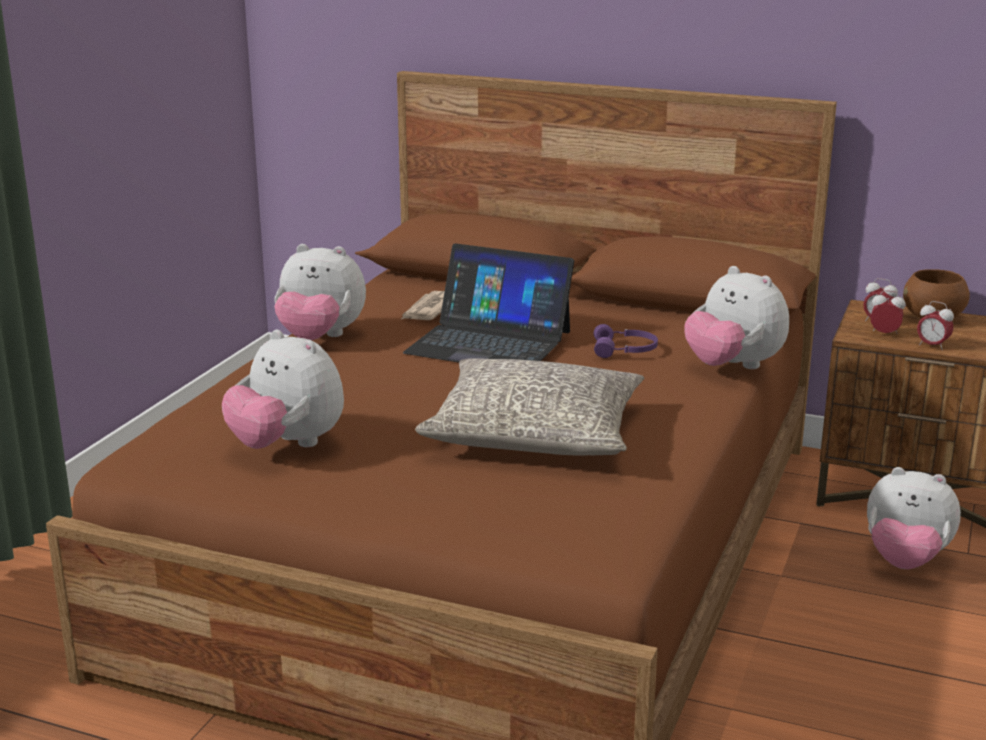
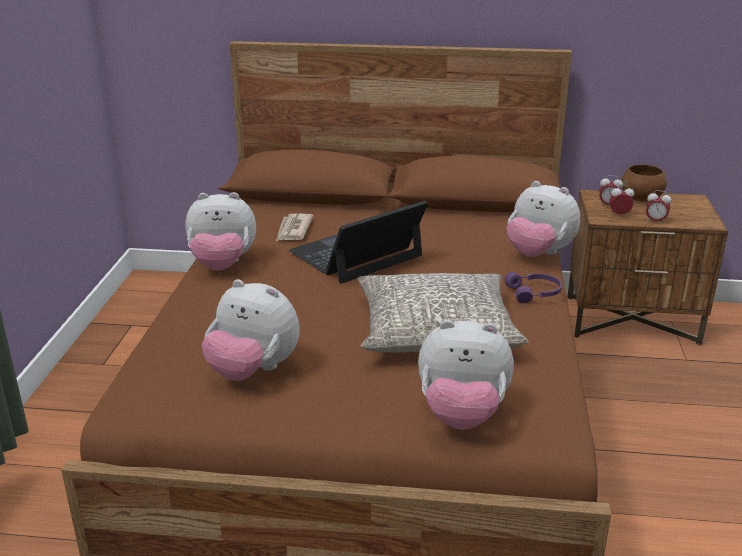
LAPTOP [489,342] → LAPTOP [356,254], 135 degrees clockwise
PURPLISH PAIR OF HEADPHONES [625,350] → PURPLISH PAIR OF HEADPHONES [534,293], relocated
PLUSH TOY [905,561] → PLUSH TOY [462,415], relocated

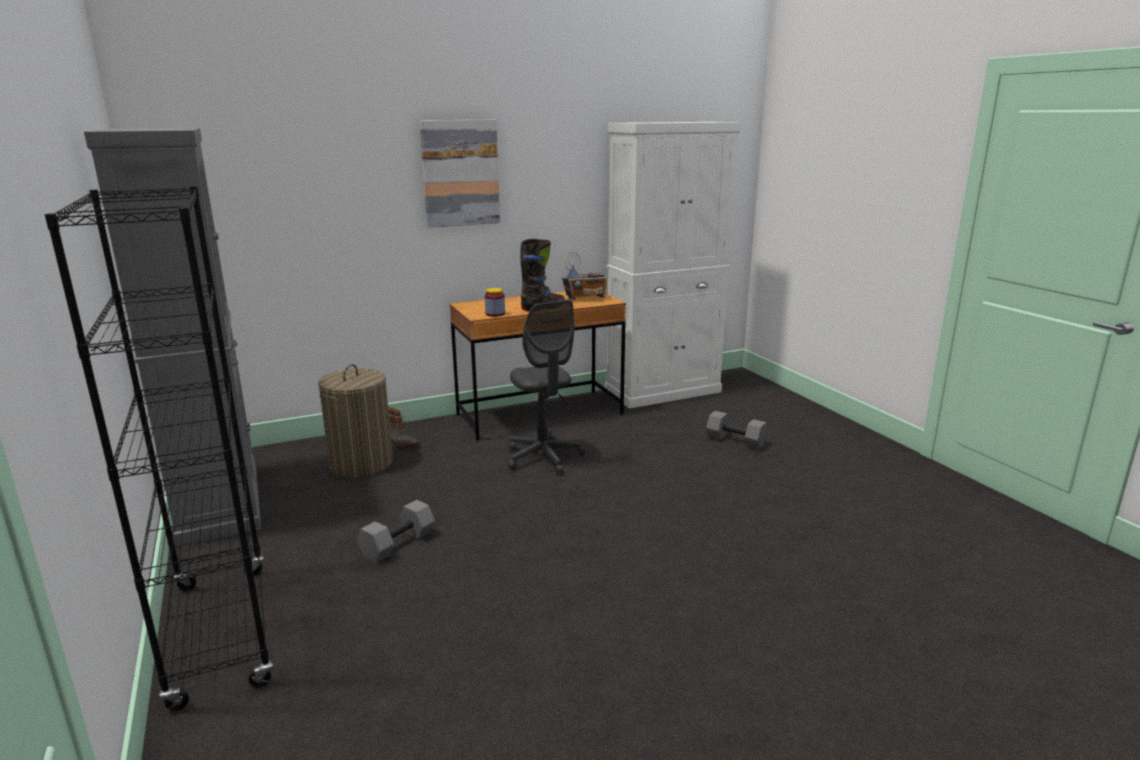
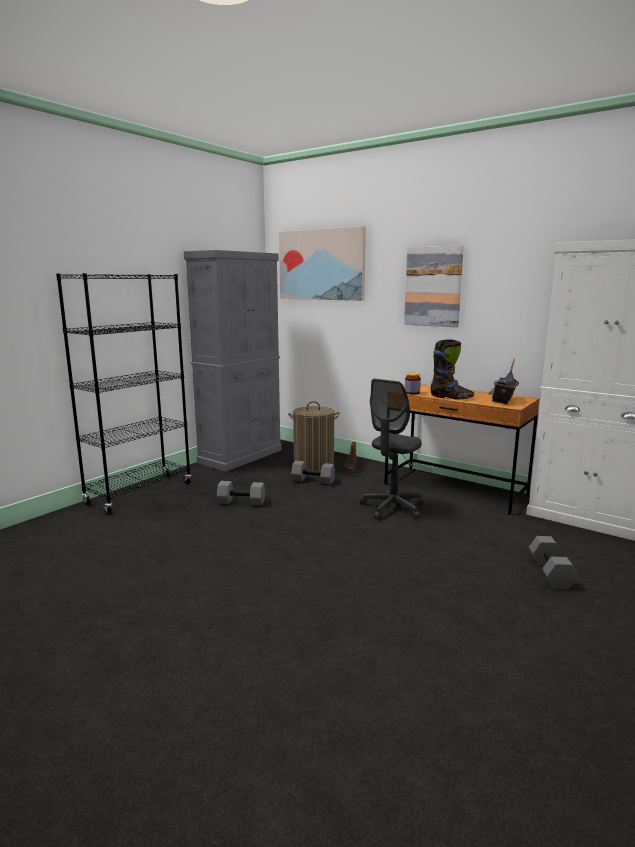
RADIO RECEIVER [585,298] → RADIO RECEIVER [503,401], 75 degrees clockwise
- → WALL ART [321,264]
- → GREYISH DUMBBELL [313,480]

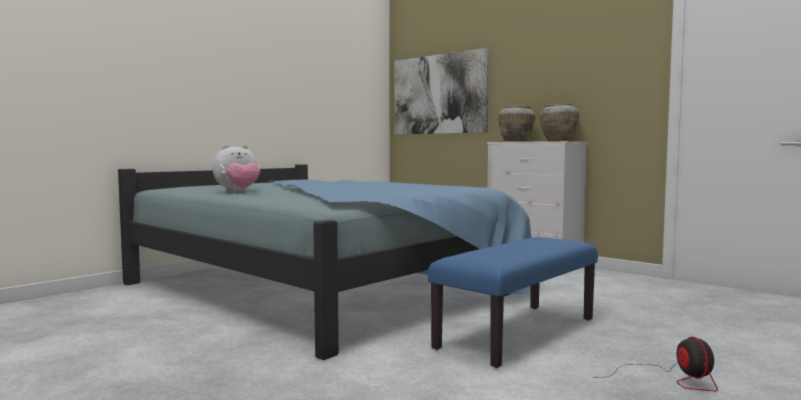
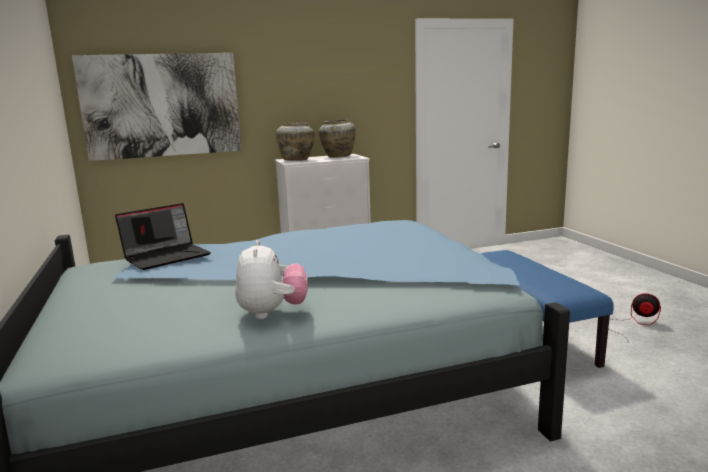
- → LAPTOP [167,256]

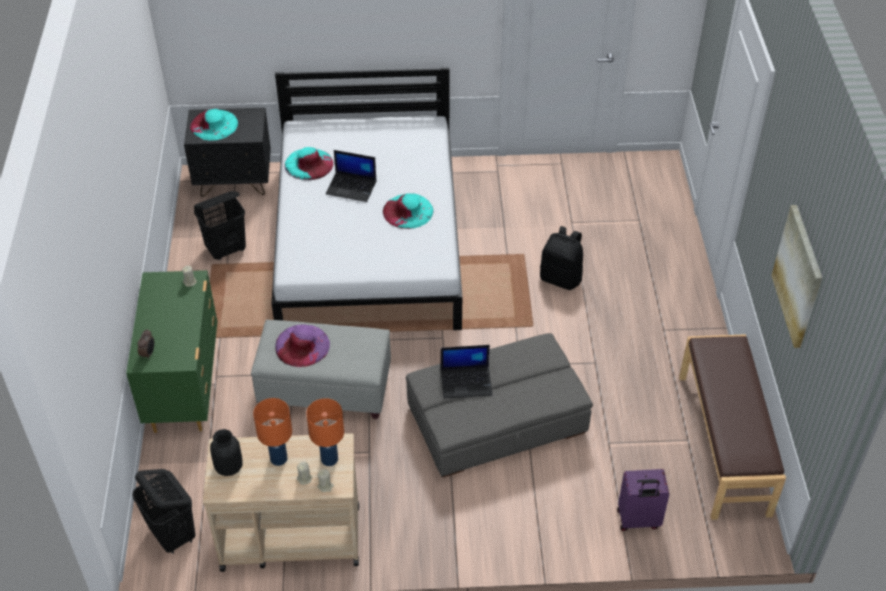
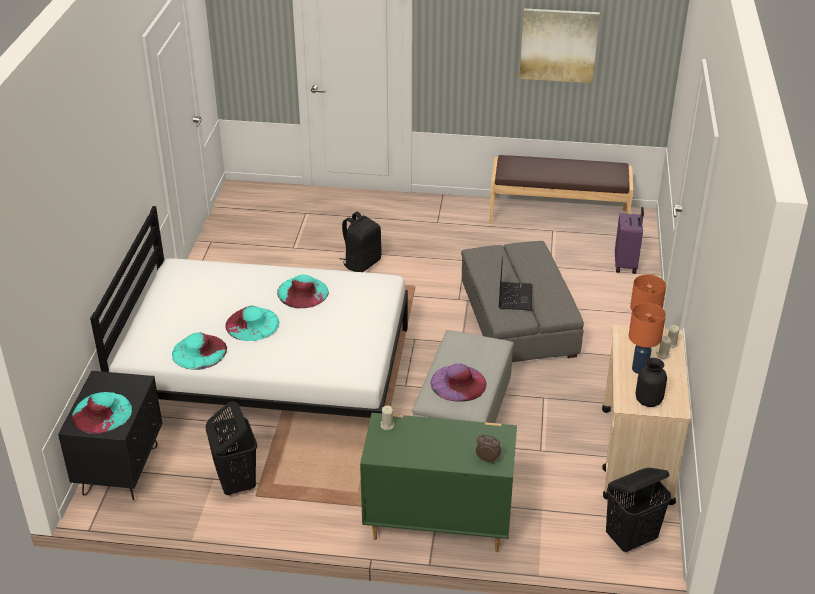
LAPTOP [352,187] → BLUE-GREEN HAT [252,324]

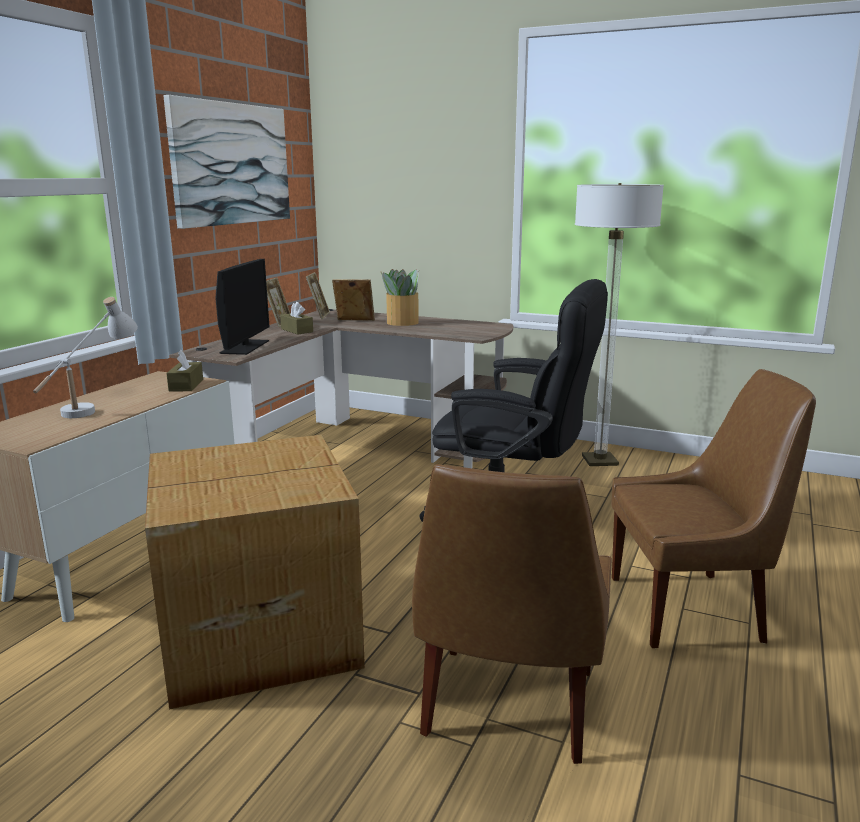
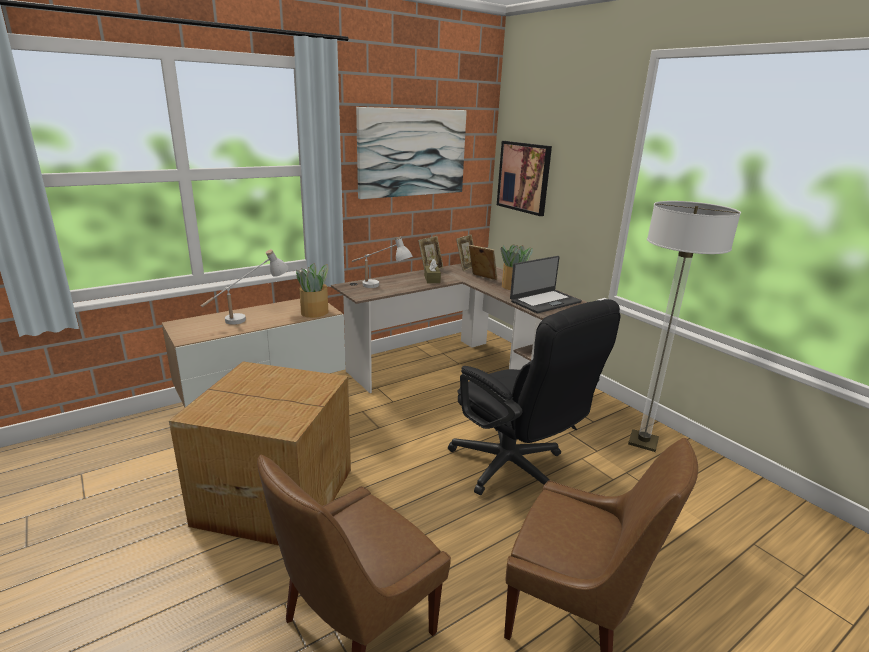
BROWN-COLOURED BOX OF TISSUES [186,385] → HOUSEPLANT [315,312]
COMPUTER DISPLAY [245,347] → WHITE LAMP FOR A TABLE [379,288]
- → WALL ART [524,177]
- → LAPTOP [544,301]

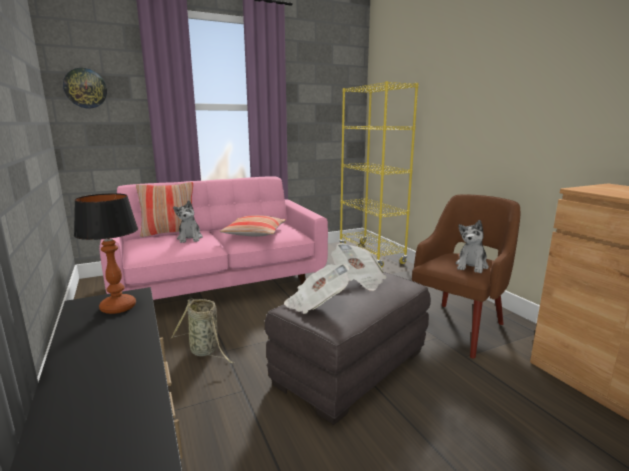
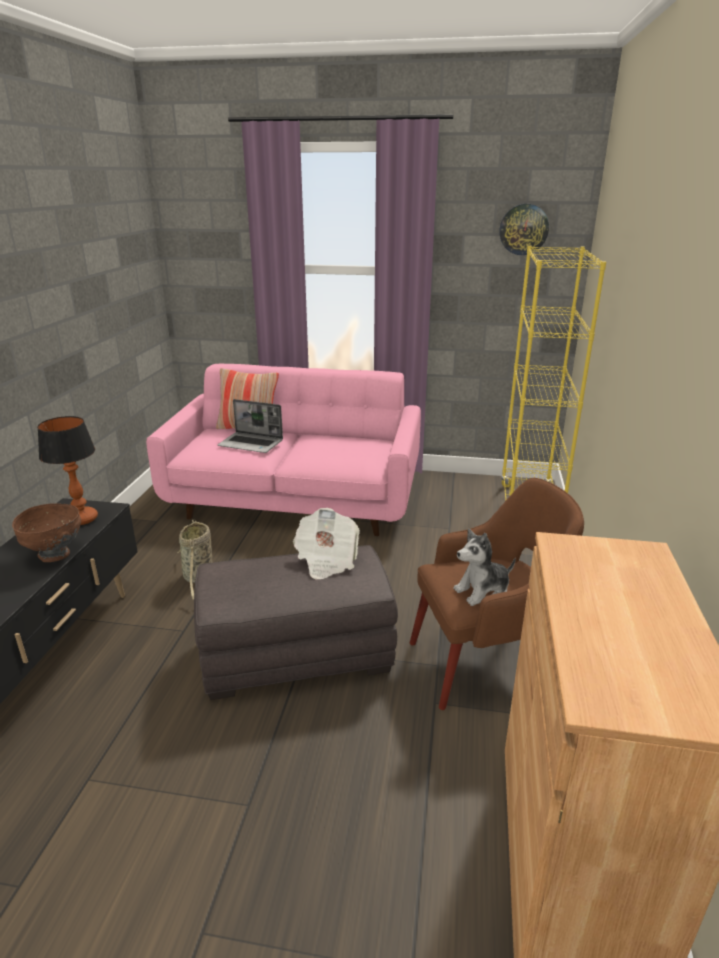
WALL CLOCK [85,88] → WALL CLOCK [523,229], relocated
PLUSH TOY [190,238] → LAPTOP [252,444]
PILLOW [254,233] → -
NEWSPAPER [316,303] → -
- → BROWN-COLOURED BOWL [55,555]

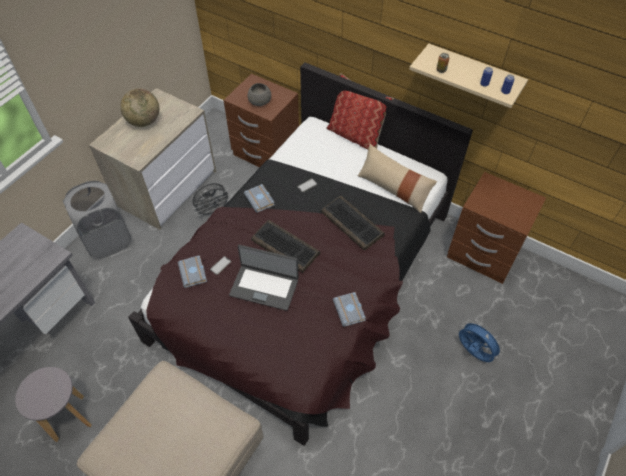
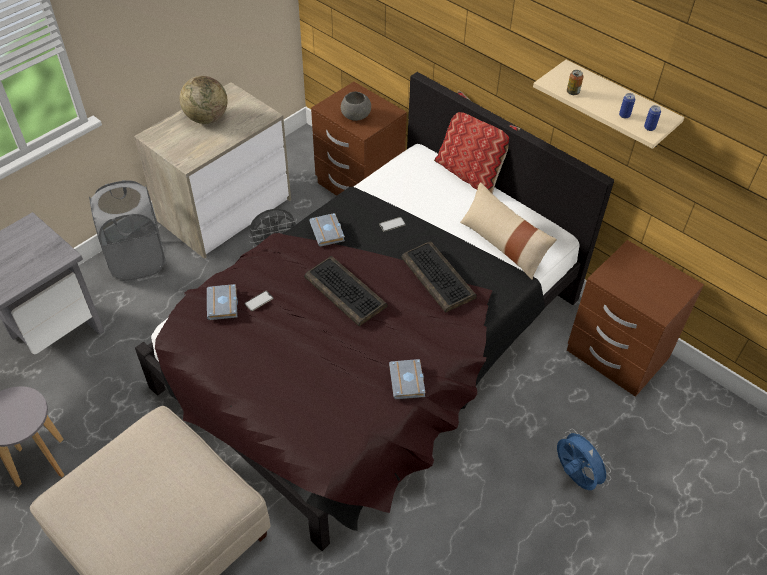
LAPTOP [264,286] → -

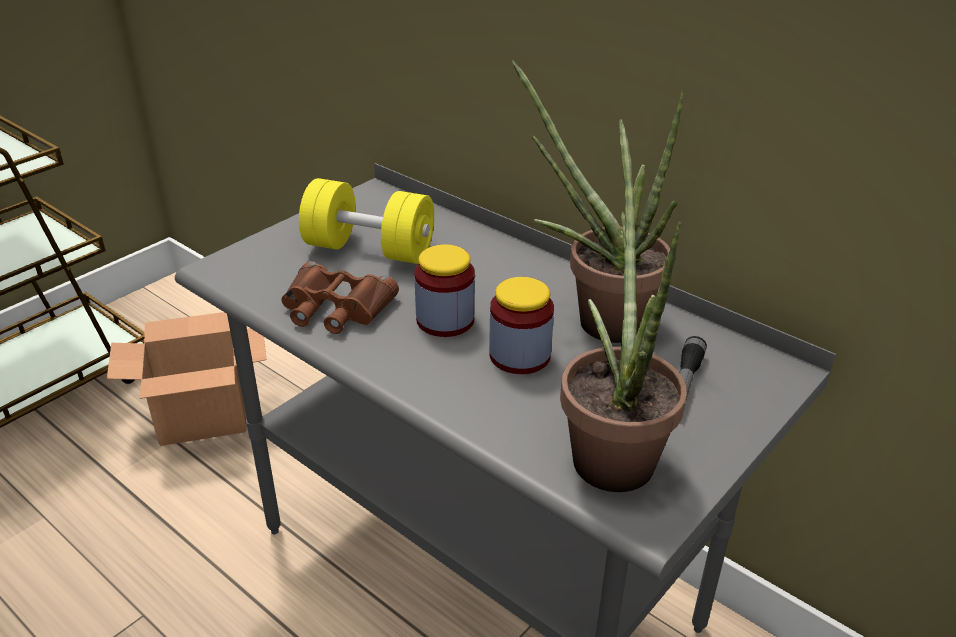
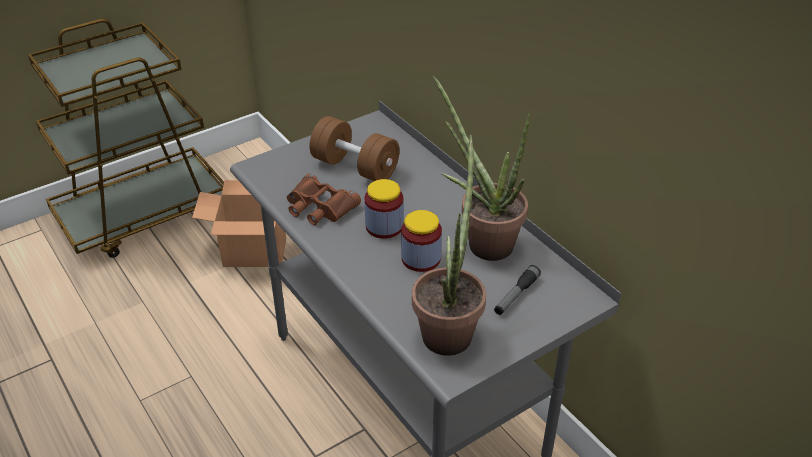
YELLOW DUMBBELL [369,249] → BROWN-COLOURED DUMBBELL [355,167]

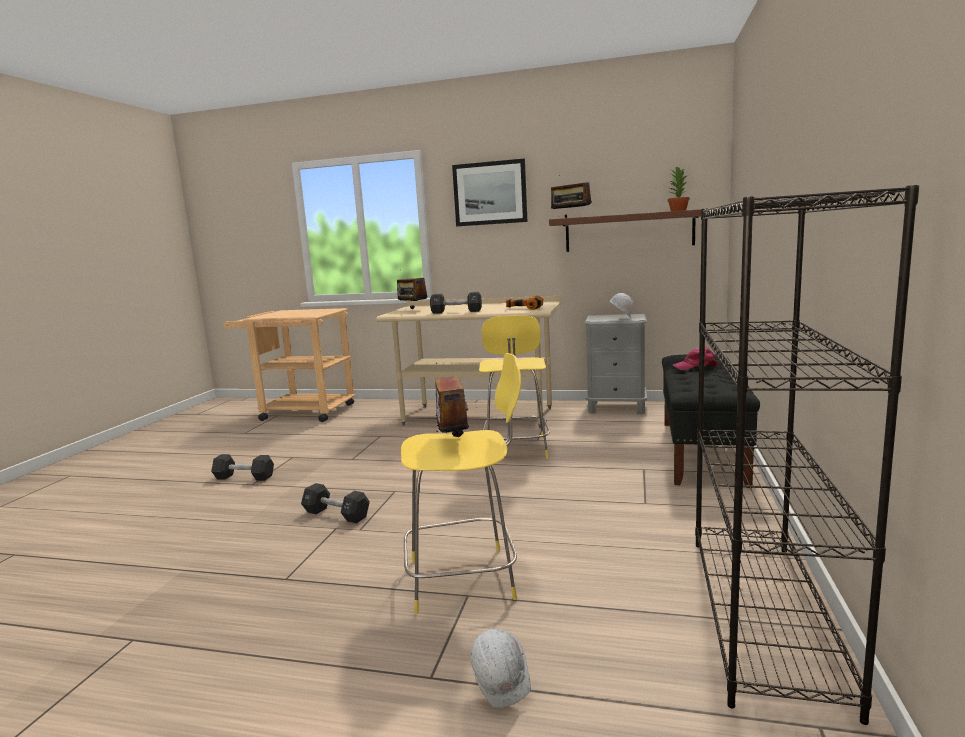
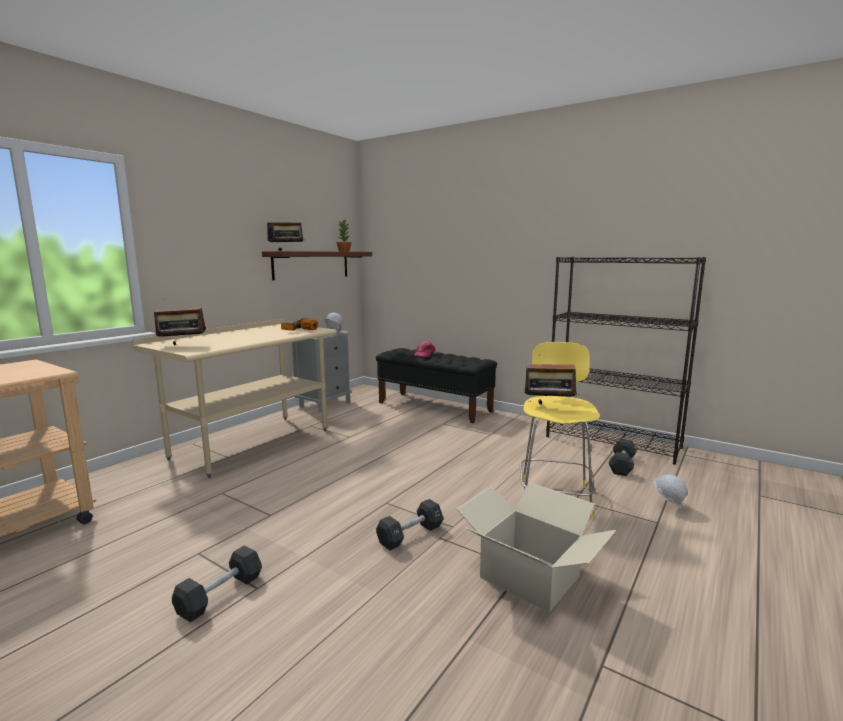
BLACKISH DUMBBELL [456,312] → BLACKISH DUMBBELL [622,465], relocated
WALL ART [490,193] → -
YELLOW STOOL SEAT [516,450] → -
- → CARDBOARD BOX [529,577]

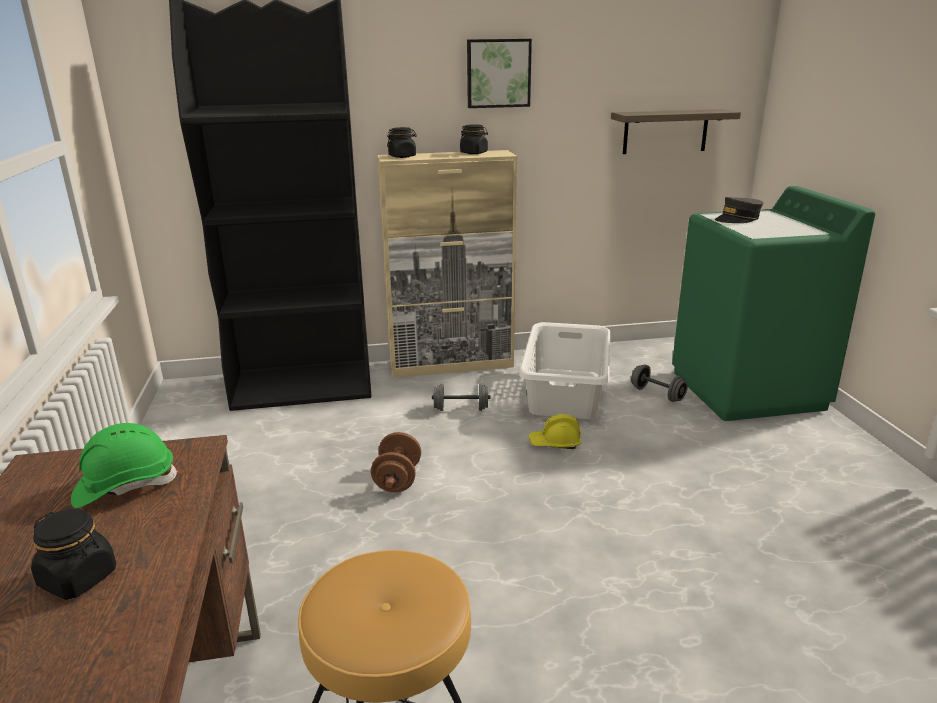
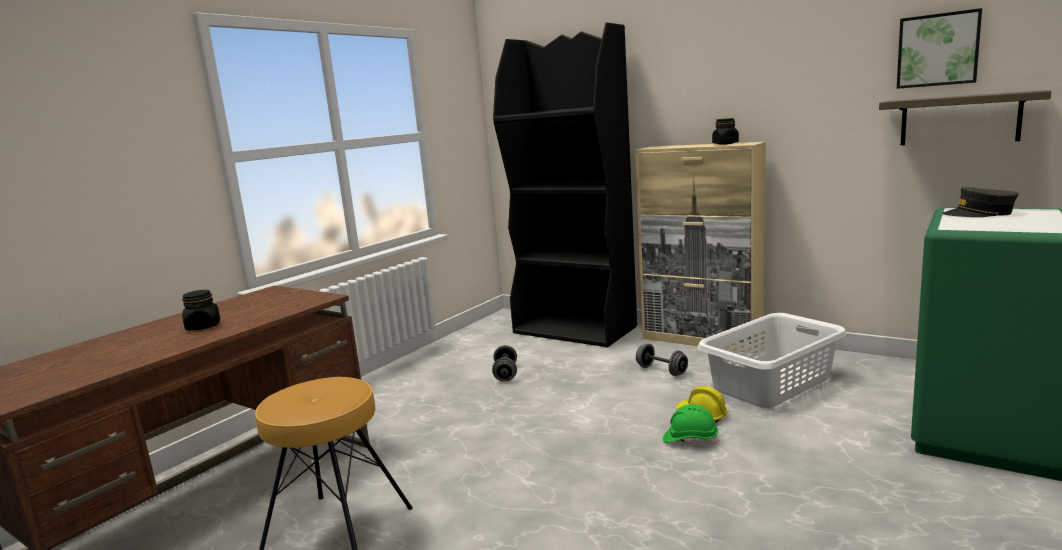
GREEN-COLOURED WORK HELMET [125,486] → GREEN-COLOURED WORK HELMET [690,440], relocated
BROWN-COLOURED DUMBBELL [397,480] → -
BLACKISH JAR [402,156] → -
WALL ART [498,73] → WALL ART [938,50], relocated
GREYISH DUMBBELL [657,394] → GREYISH DUMBBELL [506,374], relocated

